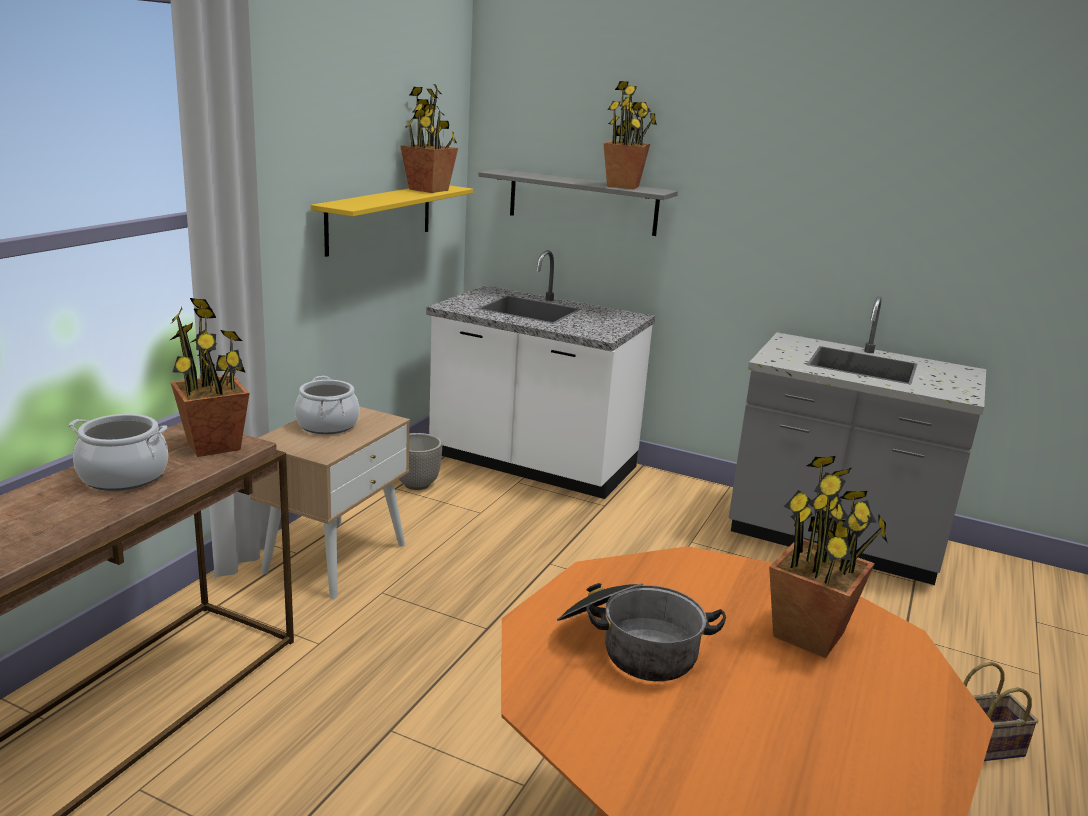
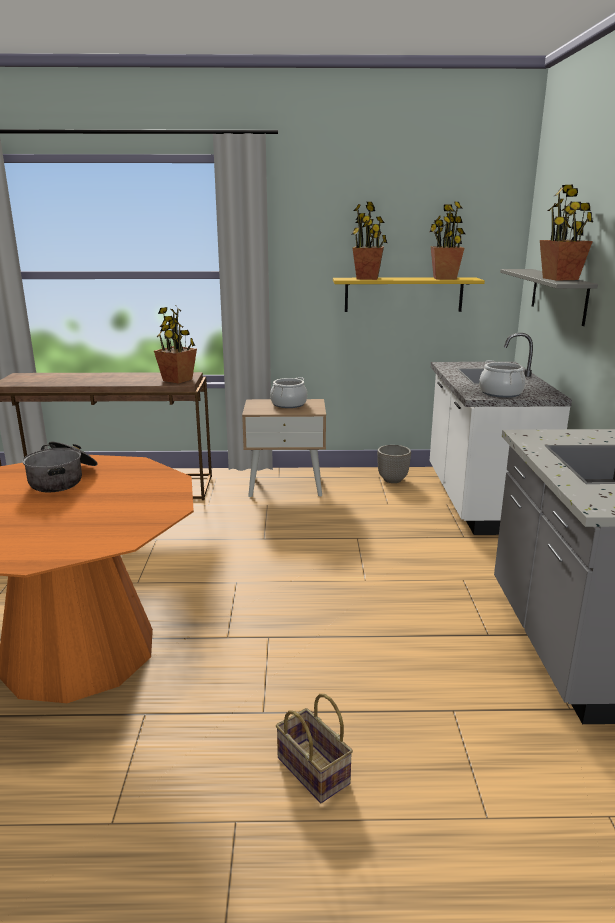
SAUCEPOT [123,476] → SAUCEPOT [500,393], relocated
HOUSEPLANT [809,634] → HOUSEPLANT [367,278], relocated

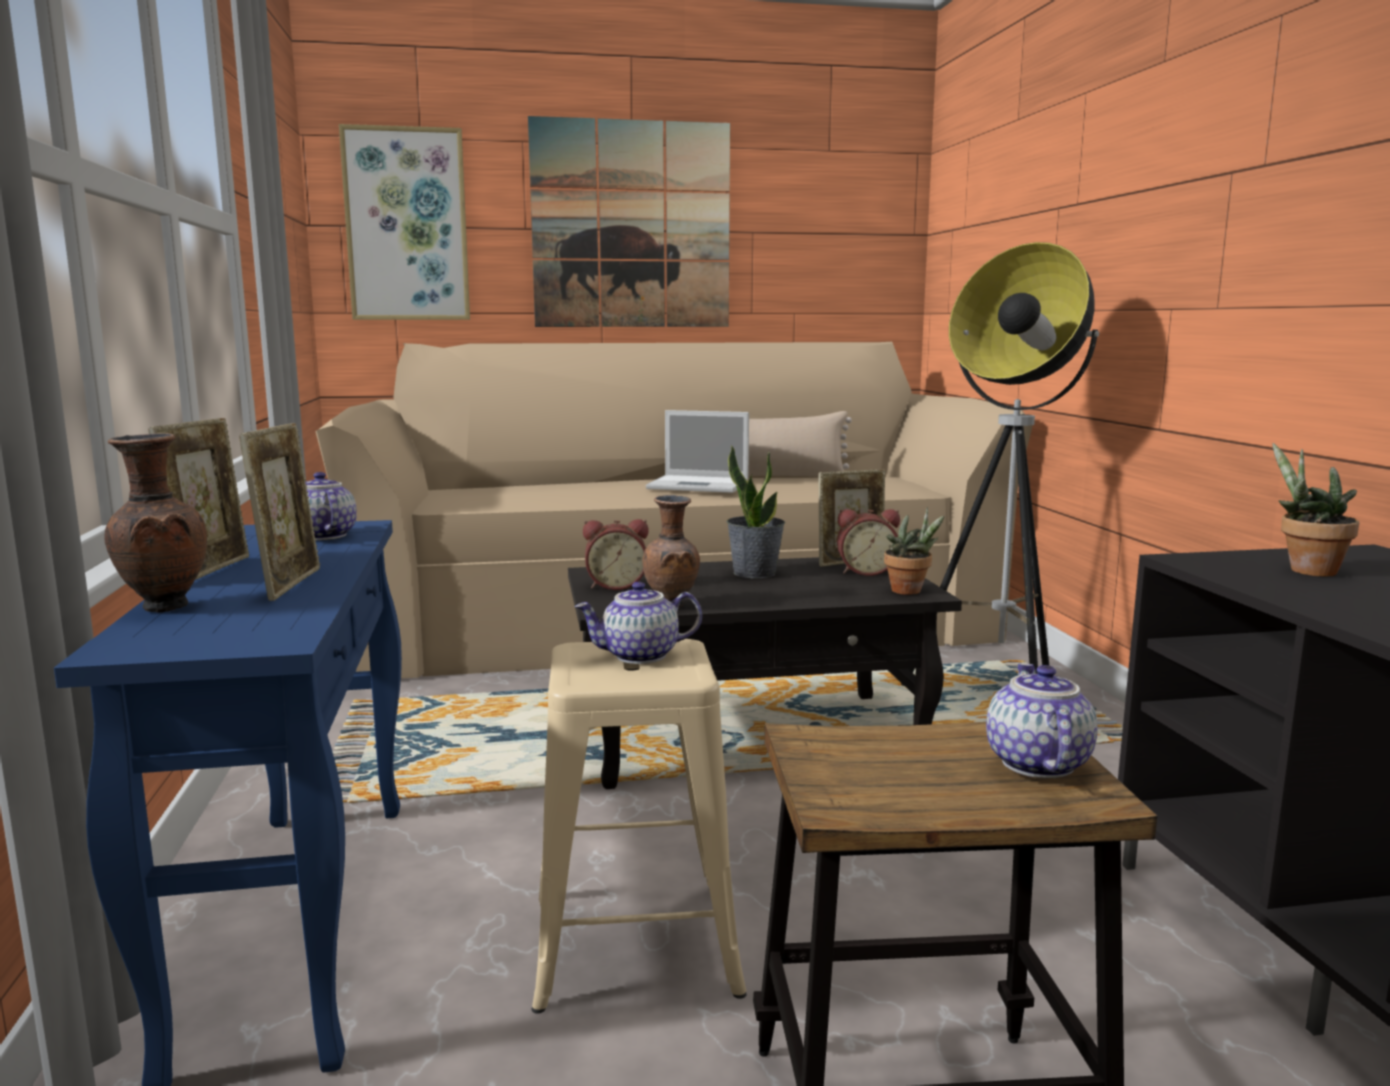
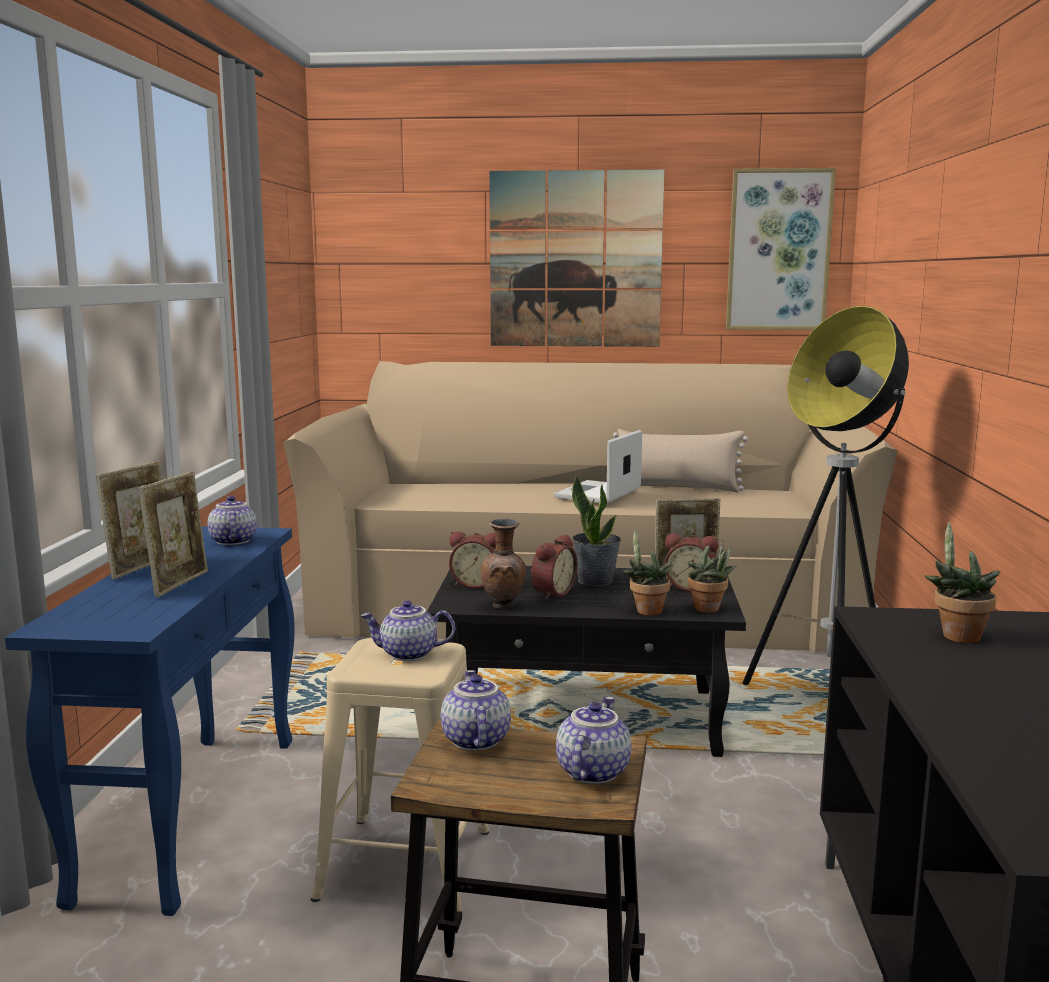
BROWN-COLOURED VASE [163,607] → -
WALL ART [407,225] → WALL ART [778,250], relocated
LAPTOP [700,485] → LAPTOP [597,493], 90 degrees clockwise
- → TEAPOT [474,740]
- → ALARM CLOCK [551,593]
- → HOUSEPLANT [646,610]

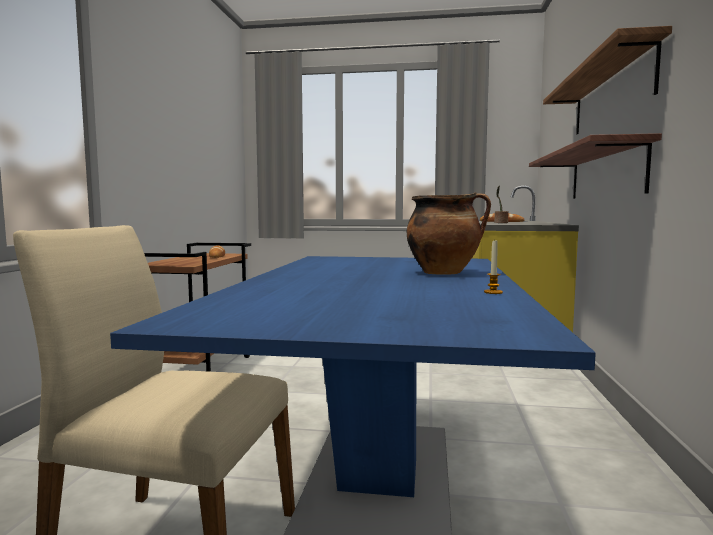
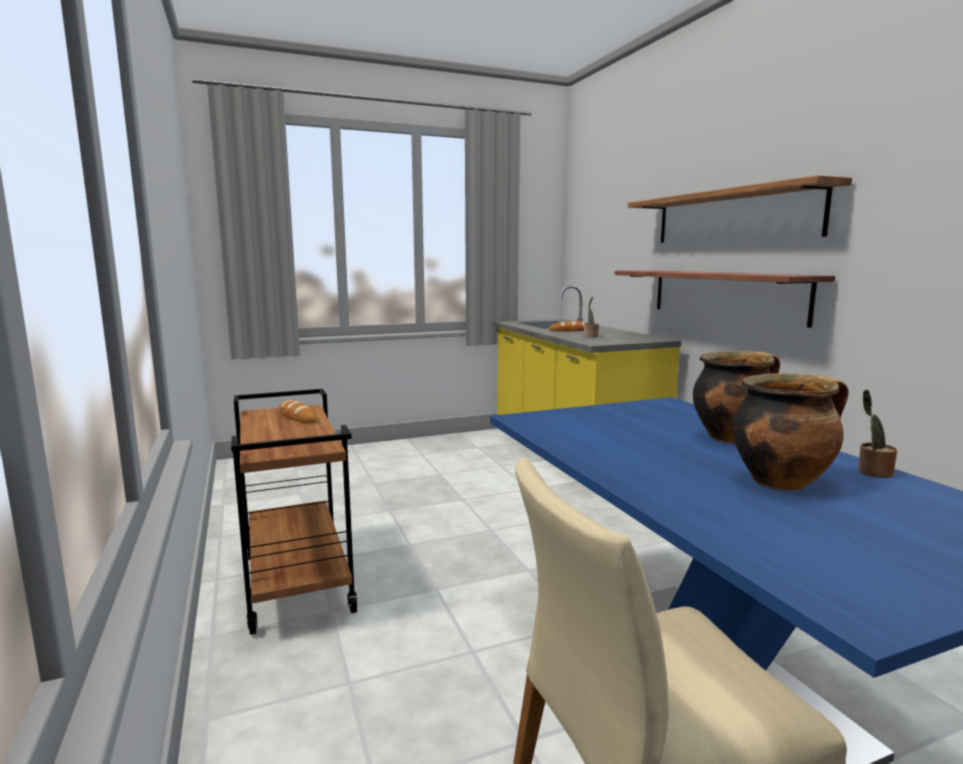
WAX CANDLE [493,292] → HOUSEPLANT [872,472]
- → SAUCEPOT [781,481]

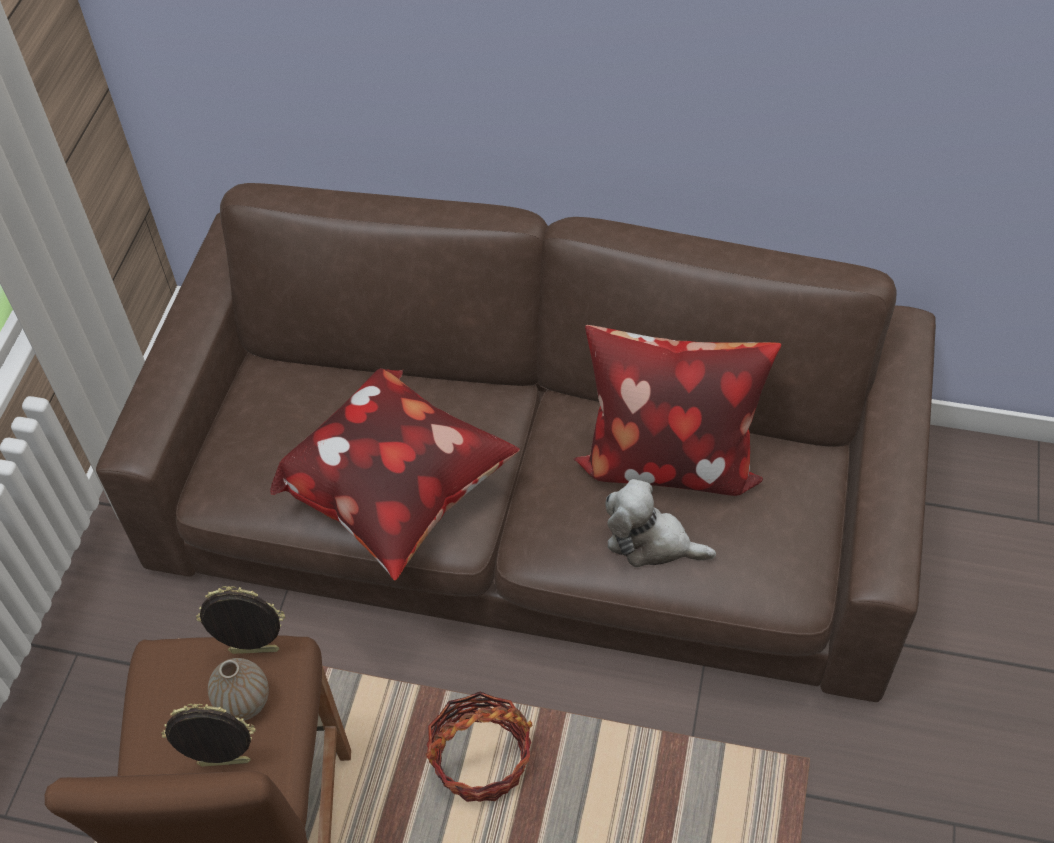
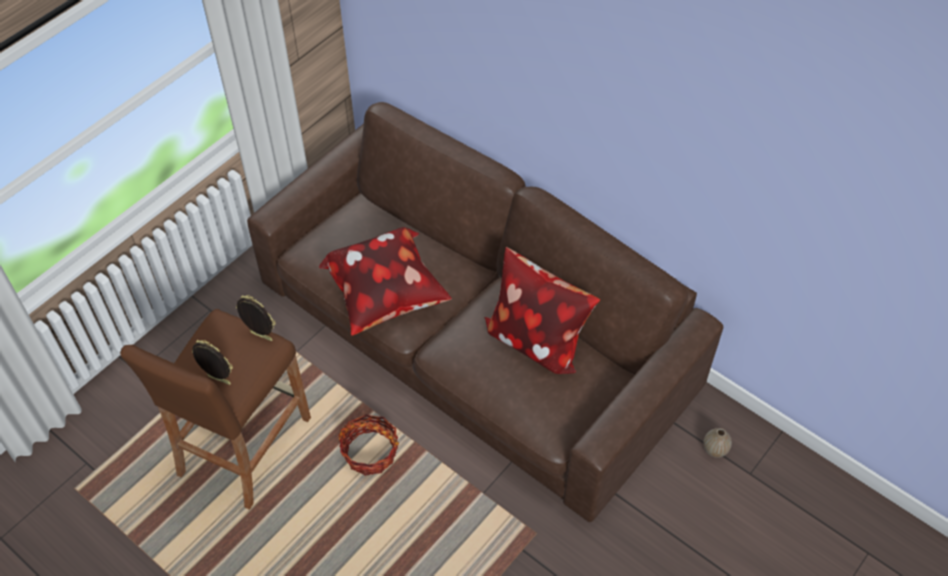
VASE [244,703] → VASE [714,449], relocated
PLUSH TOY [651,541] → -

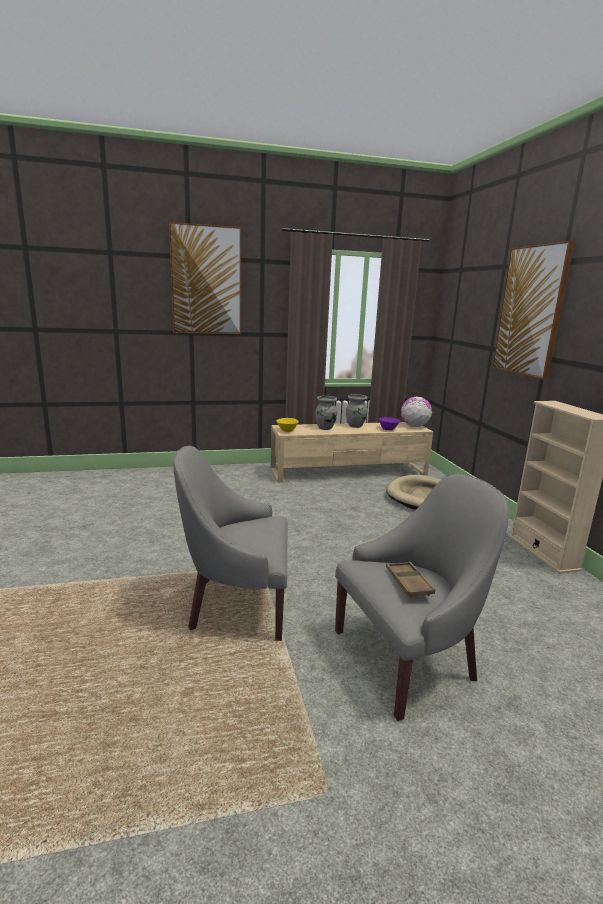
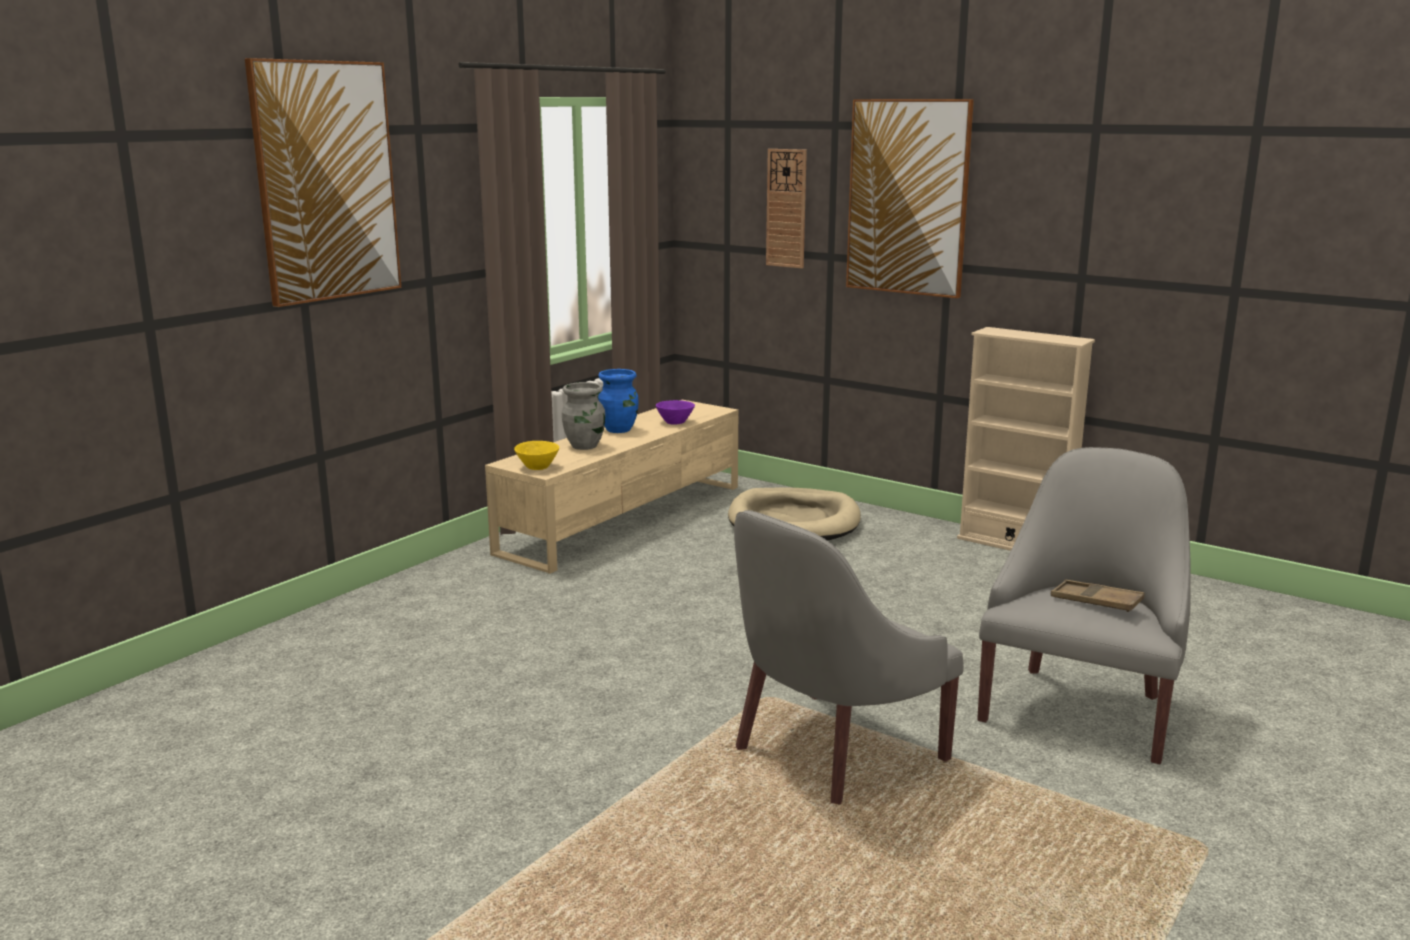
GREYISH VASE [355,426] → BLUISH VASE [619,429]
WORLD GLOBE [414,426] → -
- → WALL CLOCK [786,208]

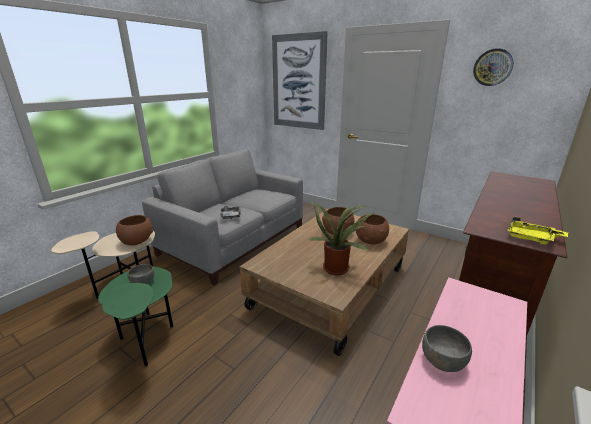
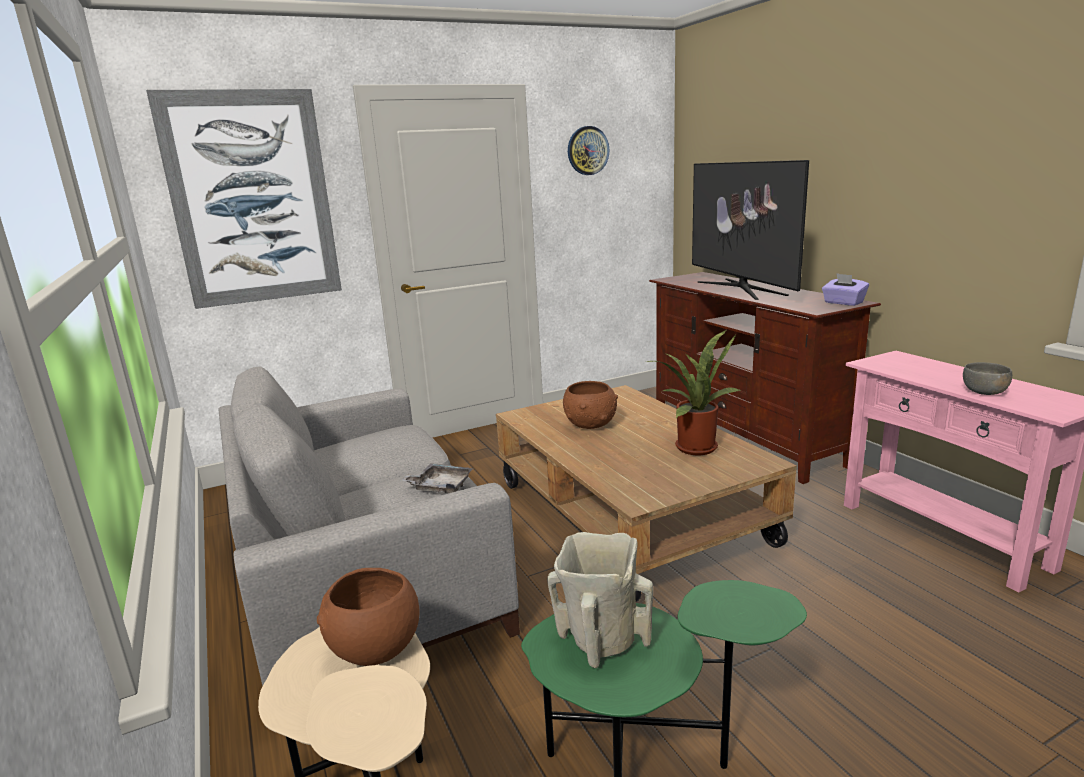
GREYISH BOWL [143,282] → BEIGE VASE [600,640]
BROWN-COLOURED BOWL [371,241] → -
YELLOW SERVING TRAY [531,238] → PURPLISH BOX OF TISSUES [843,303]
- → TV SET [740,288]

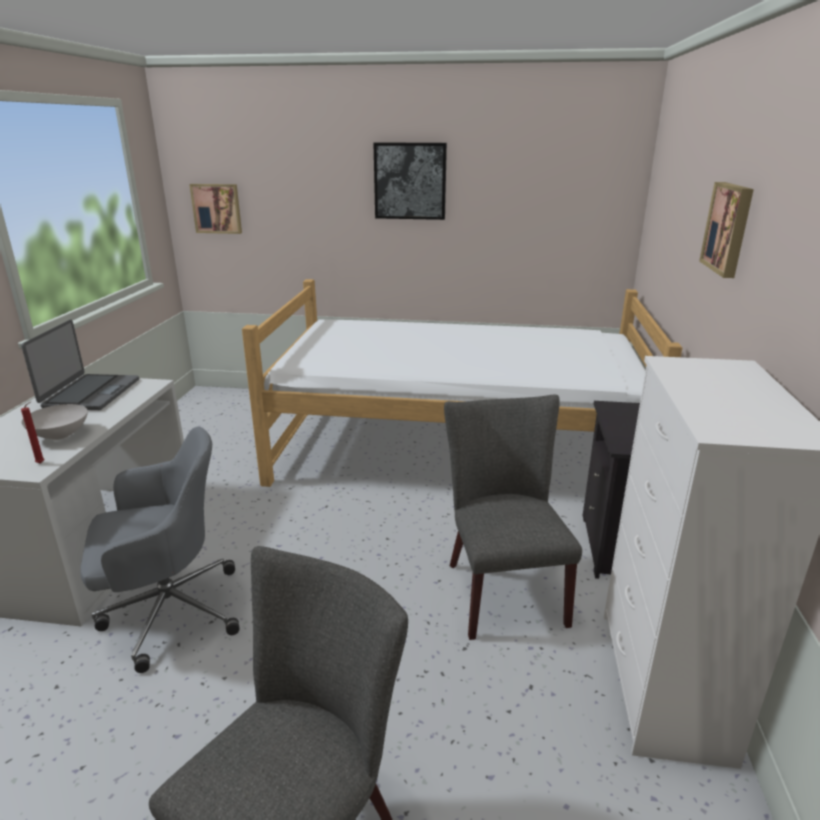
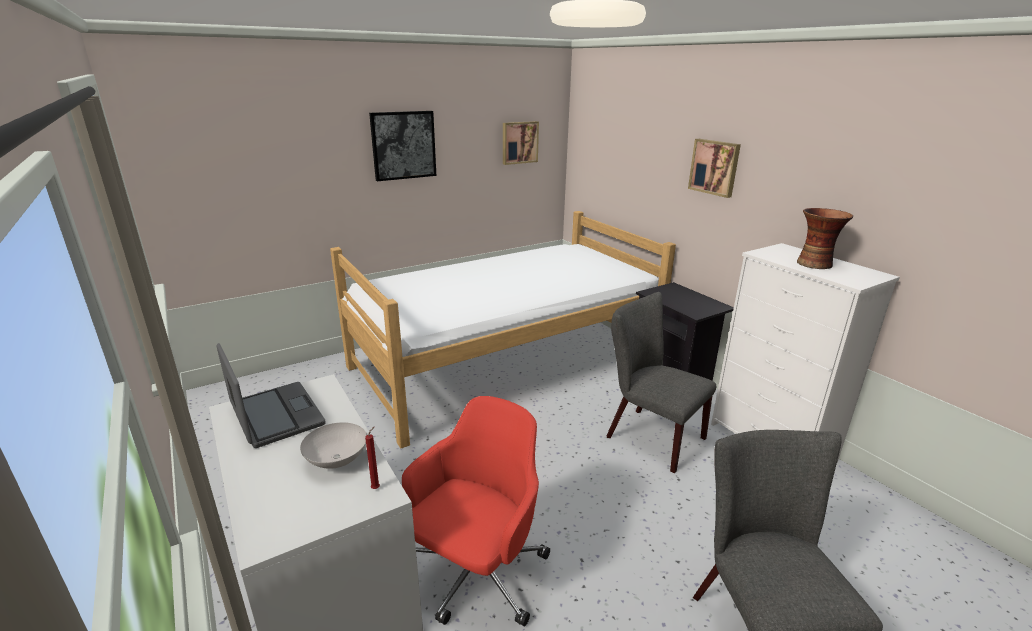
GREYISH DESK CHAIR [168,611] → REDDISH DESK CHAIR [476,574]
WALL ART [217,208] → WALL ART [519,142], relocated
- → VASE [814,264]

